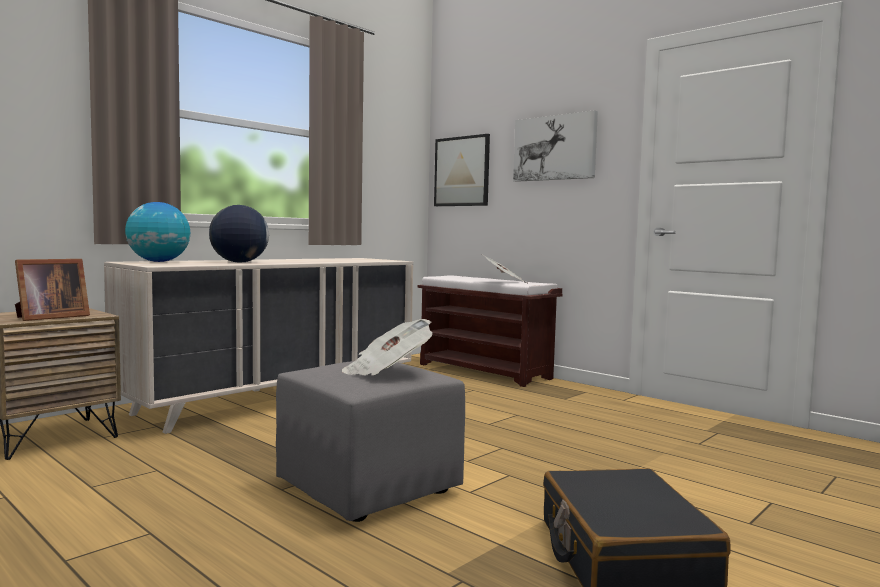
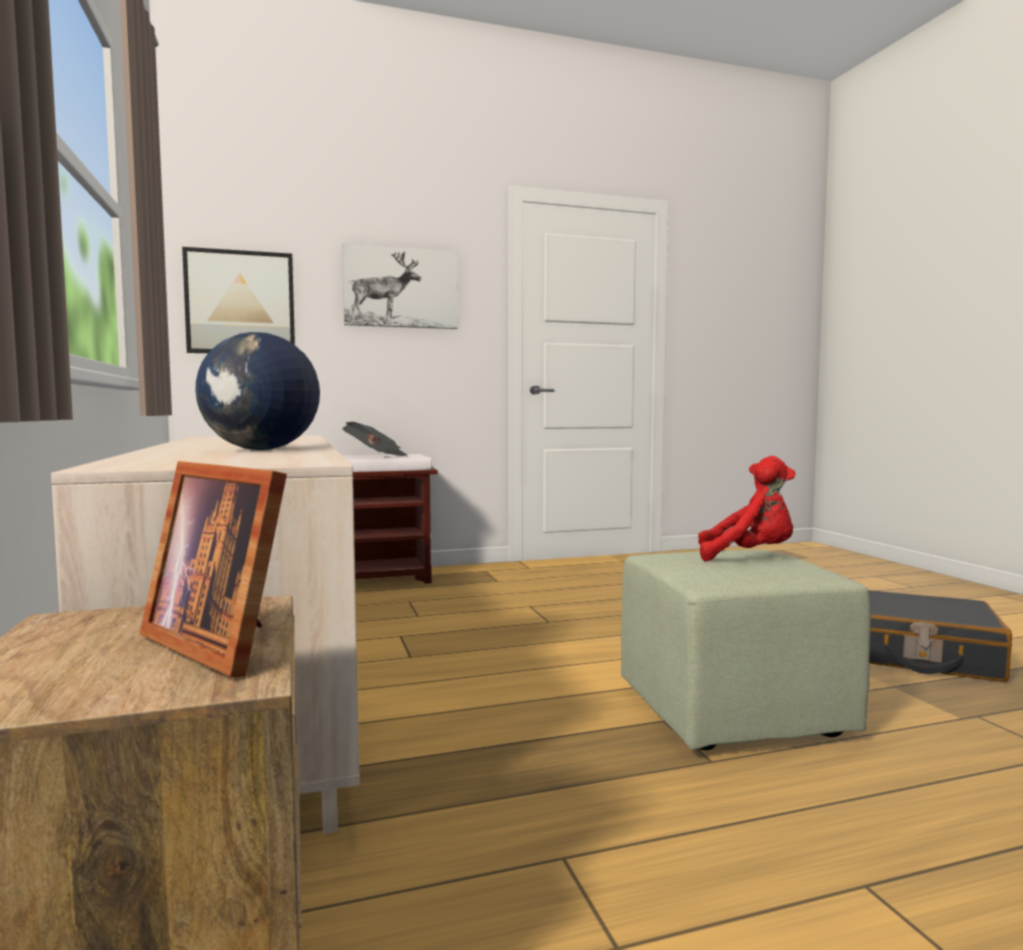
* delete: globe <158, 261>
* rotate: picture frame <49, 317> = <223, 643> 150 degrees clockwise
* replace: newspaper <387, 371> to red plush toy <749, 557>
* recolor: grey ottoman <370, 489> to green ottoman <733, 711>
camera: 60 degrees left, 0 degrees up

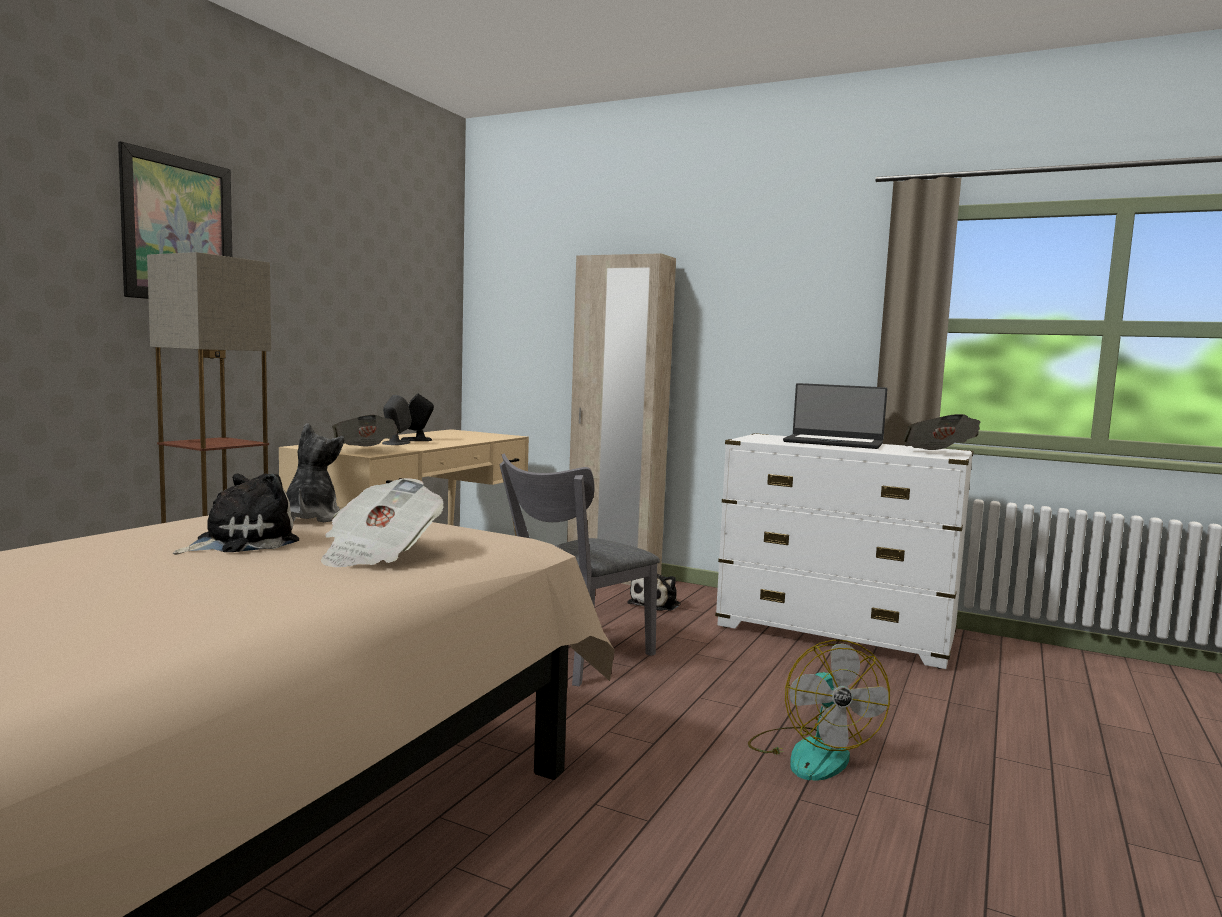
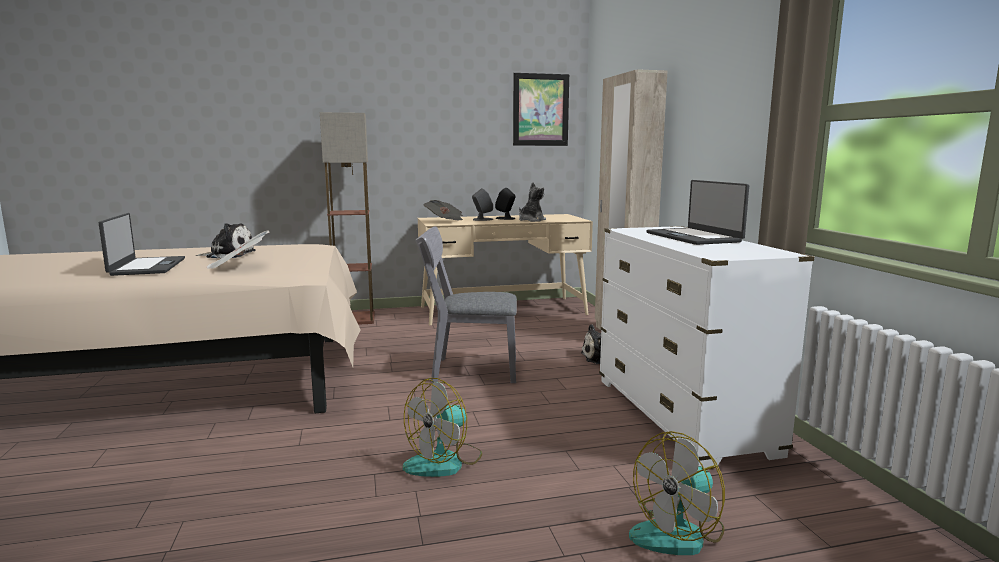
* move: picture <178, 229> to <540, 110>
* delete: newspaper <938, 453>
* move: plush toy <311, 518> to <531, 220>
* insert: laptop <146, 267>
* insert: fan <678, 533>
camera: 50 degrees right, 5 degrees up

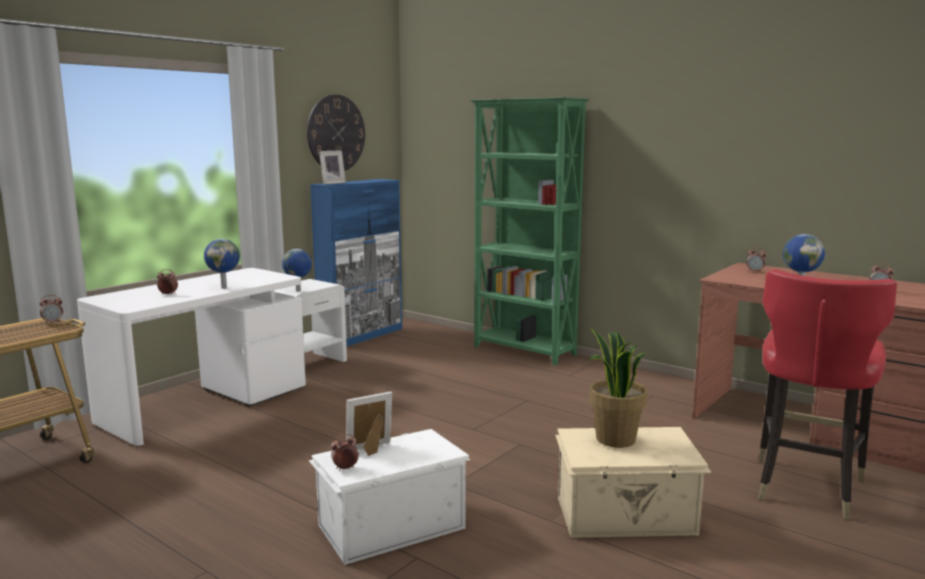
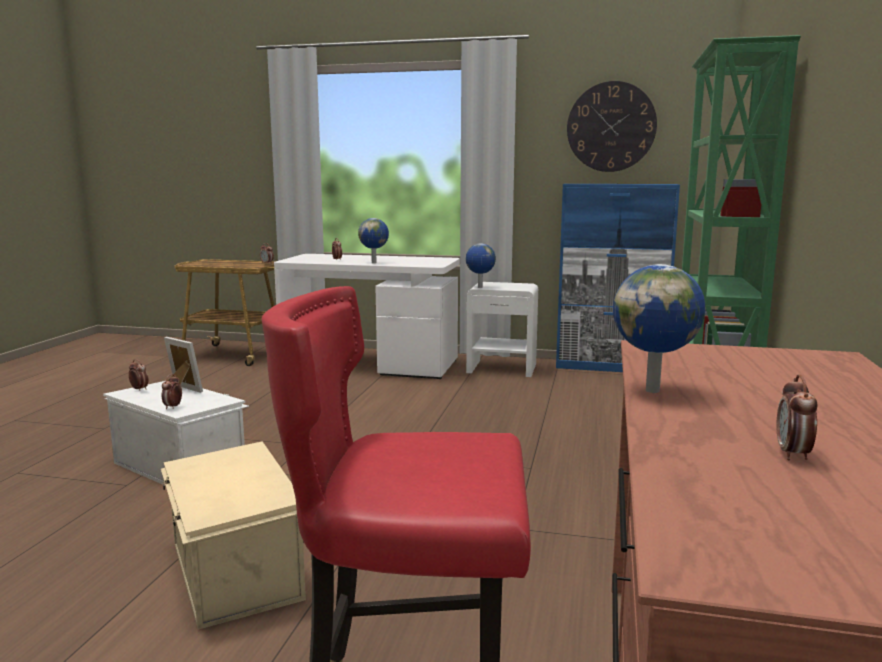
* delete: picture frame <331, 183>
* move: alarm clock <755, 271> to <173, 407>
* delete: potted plant <614, 439>
camera: 65 degrees right, 0 degrees up

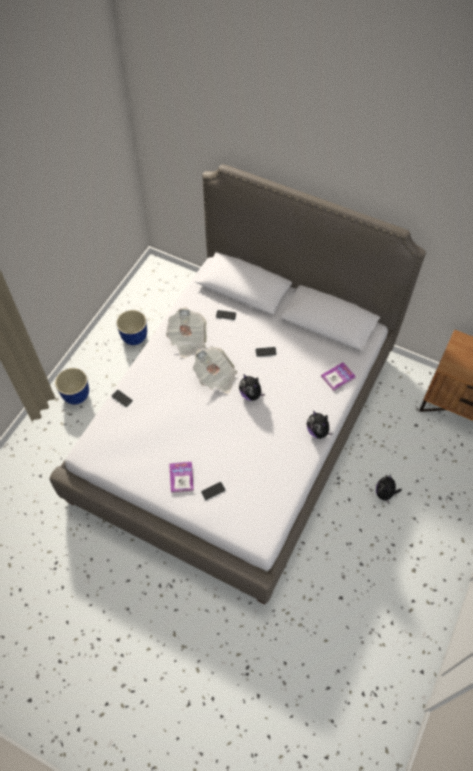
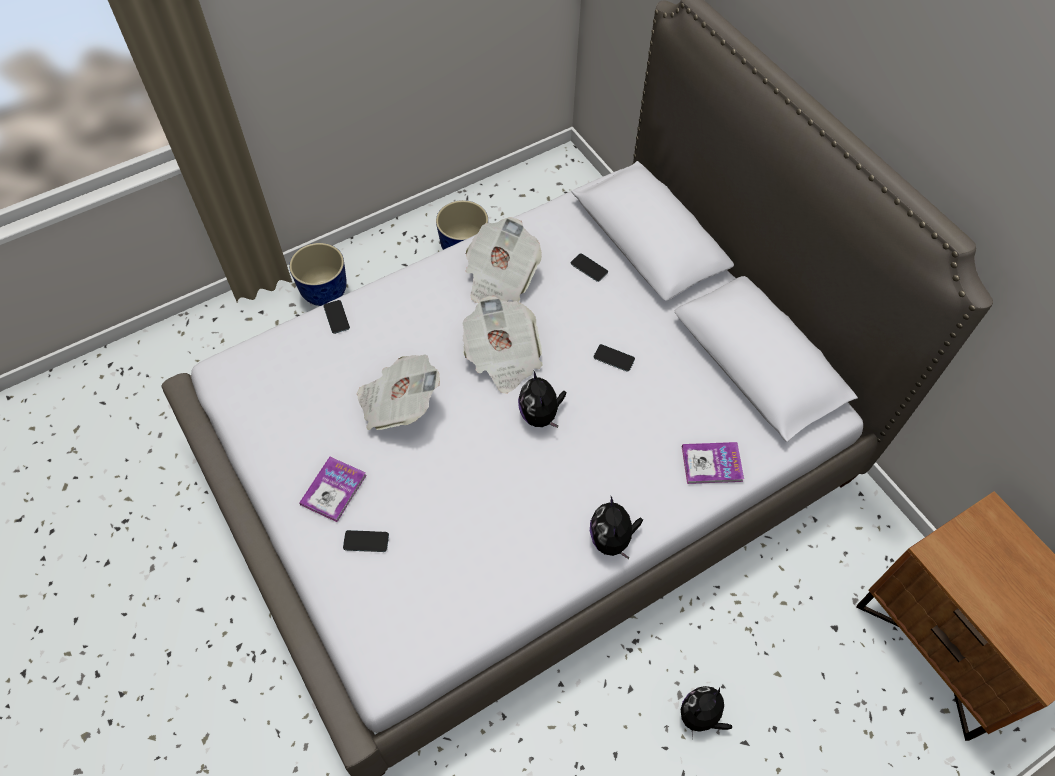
* insert: newspaper <398, 404>
camera: 30 degrees right, 0 degrees up

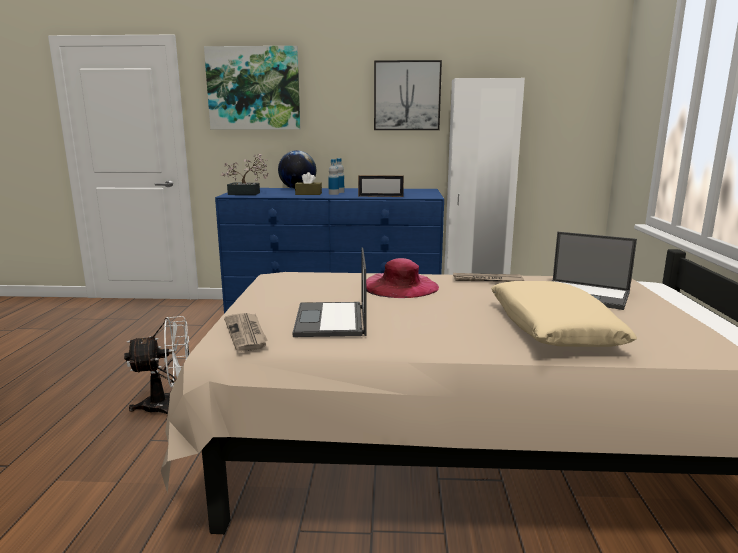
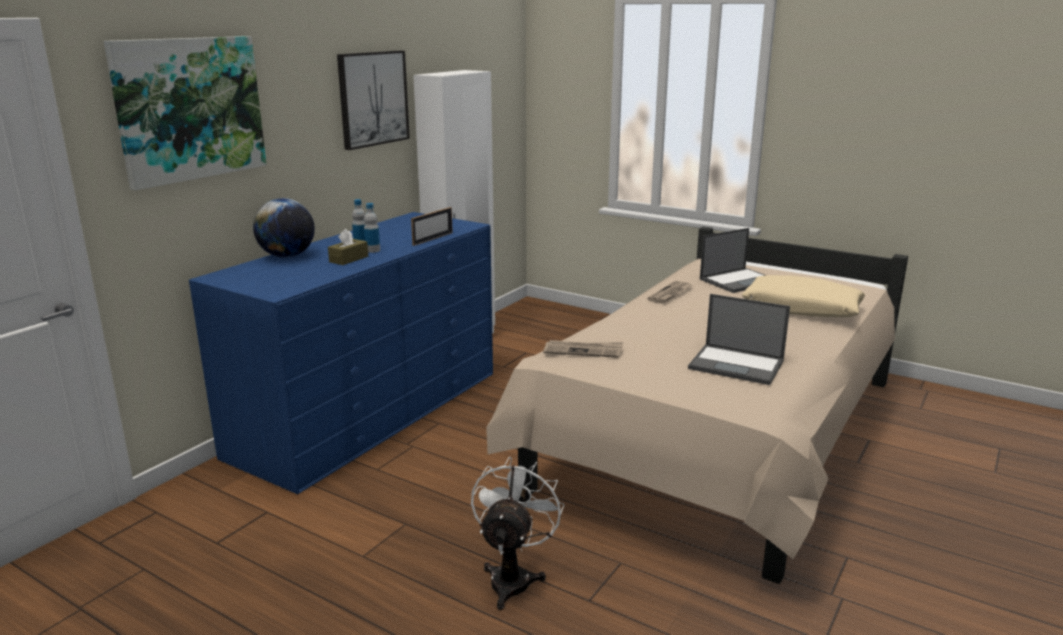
* delete: potted plant <247, 194>
* delete: pink hat <400, 286>
* move: newspaper <246, 333> to <583, 351>
camera: 60 degrees left, 5 degrees up

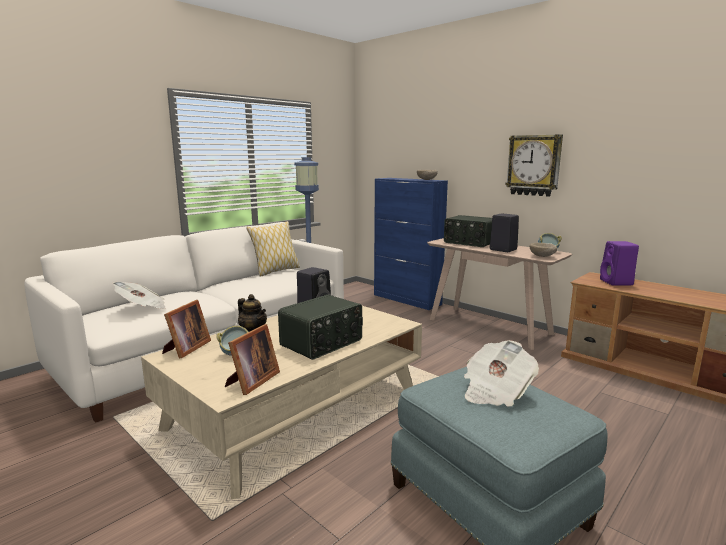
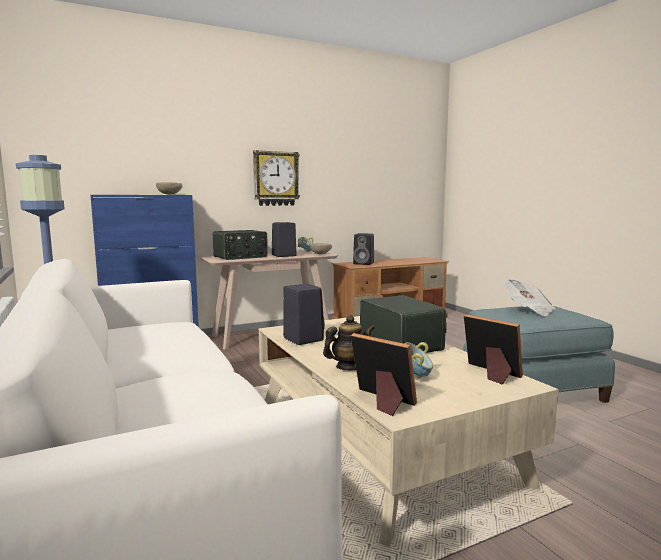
* delete: pillow <275, 271>
* recolor: purple speaker <617, 282> to black speaker <364, 263>
* delete: newspaper <142, 307>
camera: 70 degrees left, 5 degrees down

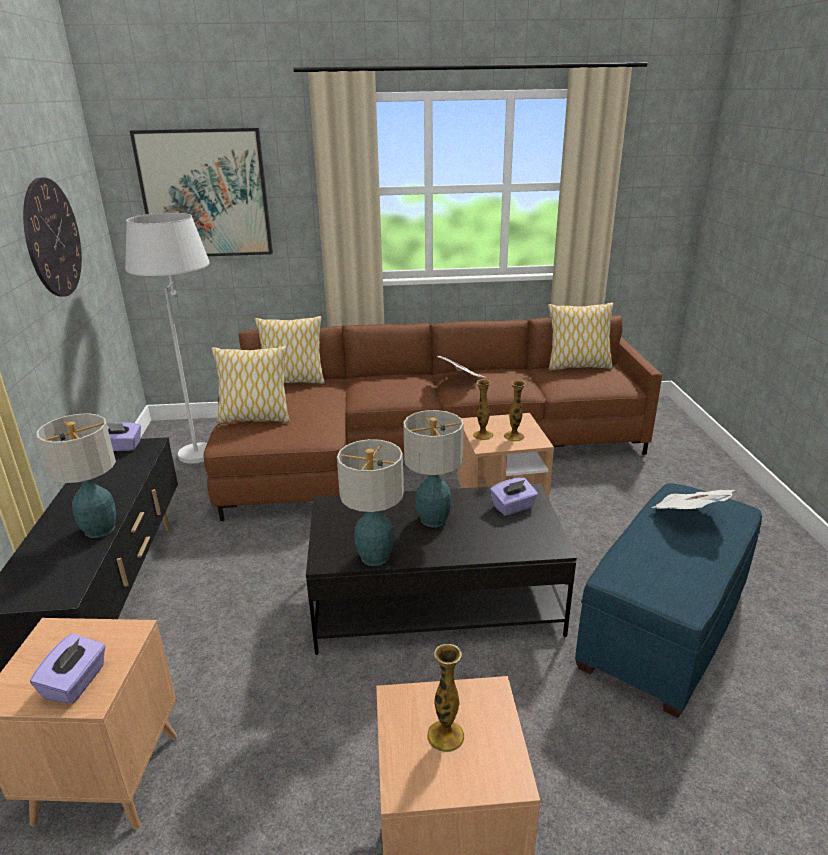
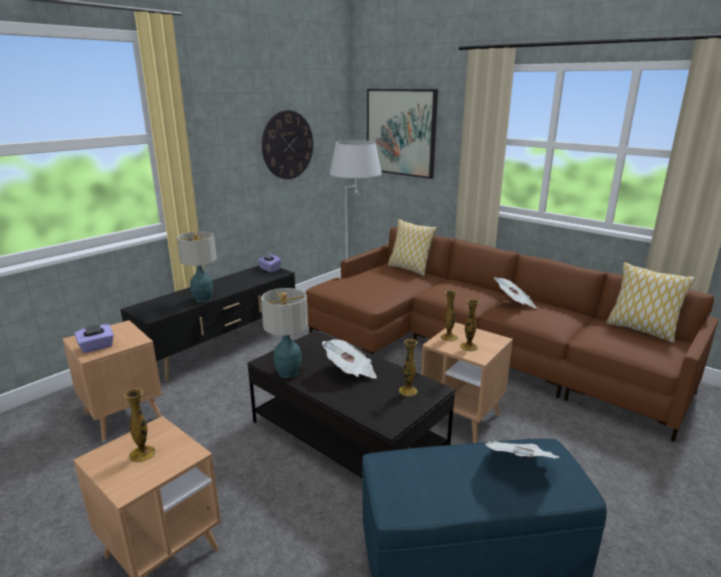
* delete: pillow <255, 418>
* replace: table lamp <433, 519> to newspaper <350, 372>
* replace: purple tissue box <513, 507> to vase <408, 391>
camera: 45 degrees right, 5 degrees down

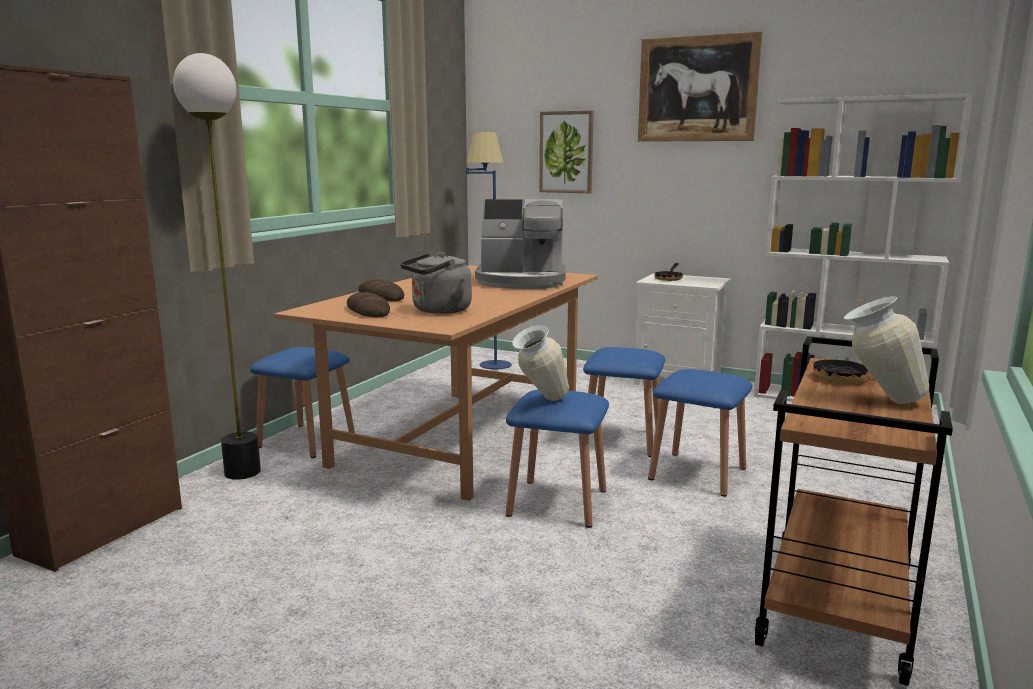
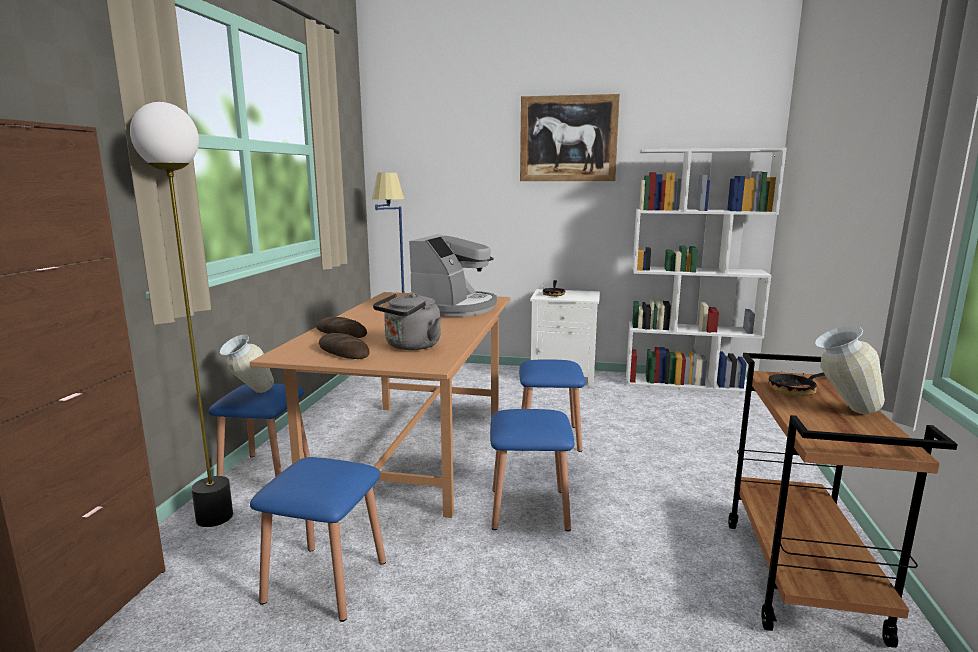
* delete: picture <566, 152>
* rotate: coffee machine <522, 281> = <454, 308> 60 degrees counterclockwise
* move: vase <539, 402> to <249, 395>
* move: blue stool <697, 473> to <325, 581>
camera: 15 degrees left, 0 degrees up

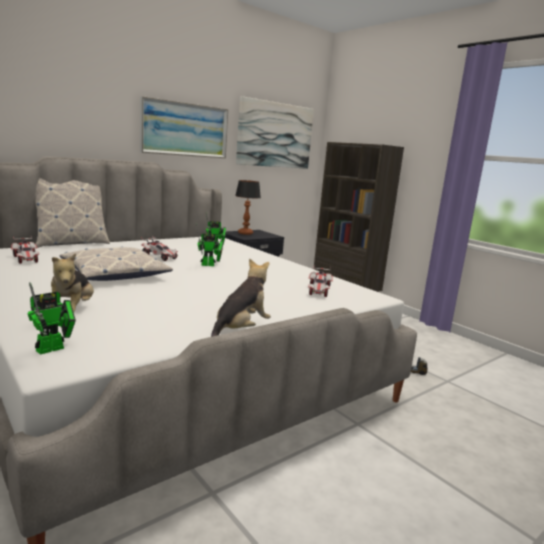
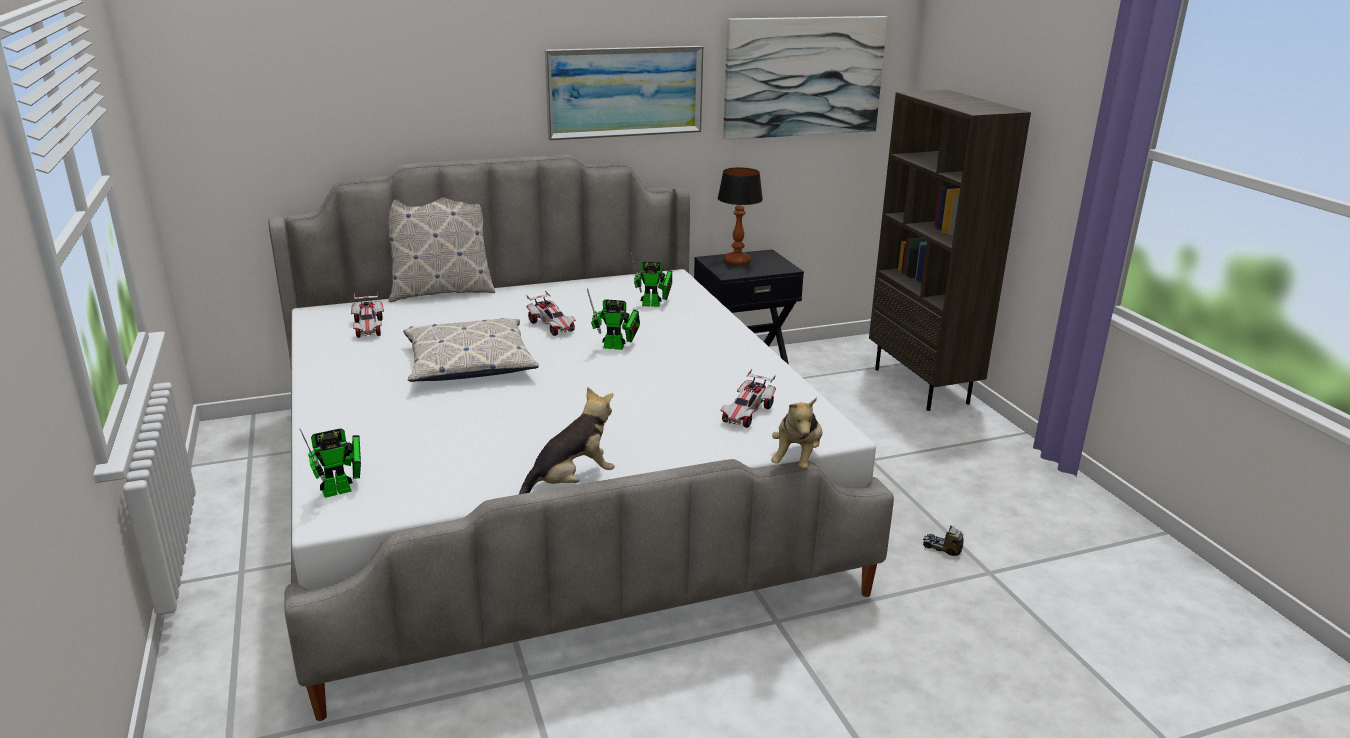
* move: plush toy <72, 311> to <797, 459>
camera: 20 degrees right, 10 degrees up

